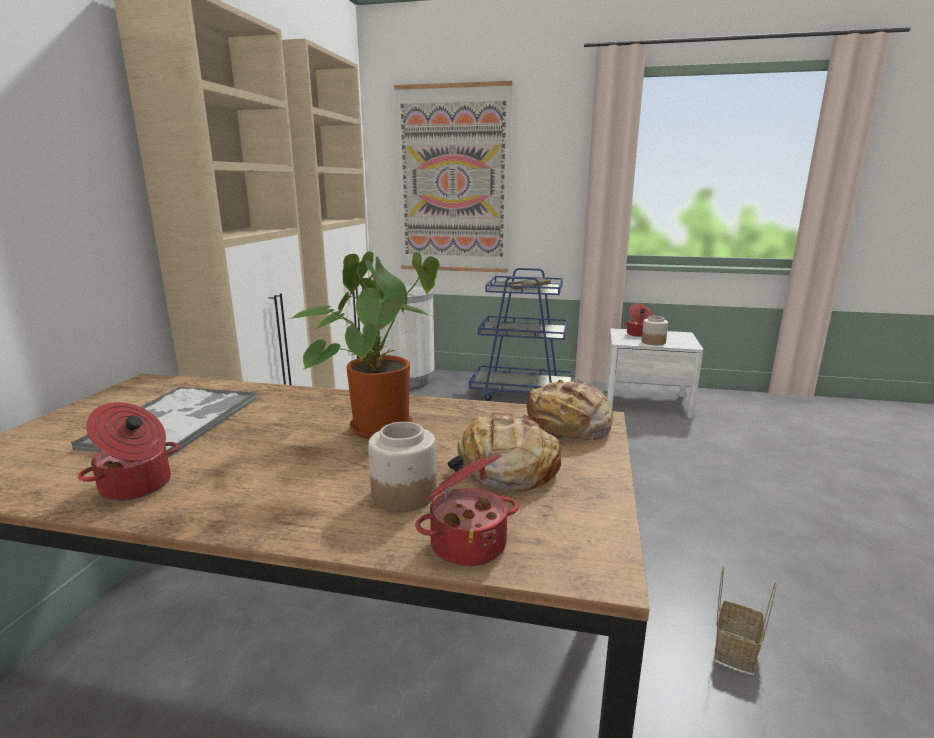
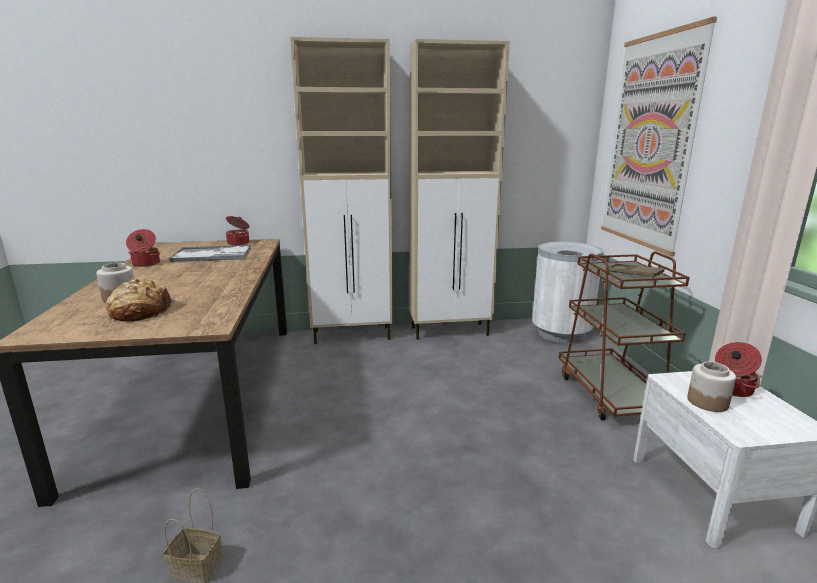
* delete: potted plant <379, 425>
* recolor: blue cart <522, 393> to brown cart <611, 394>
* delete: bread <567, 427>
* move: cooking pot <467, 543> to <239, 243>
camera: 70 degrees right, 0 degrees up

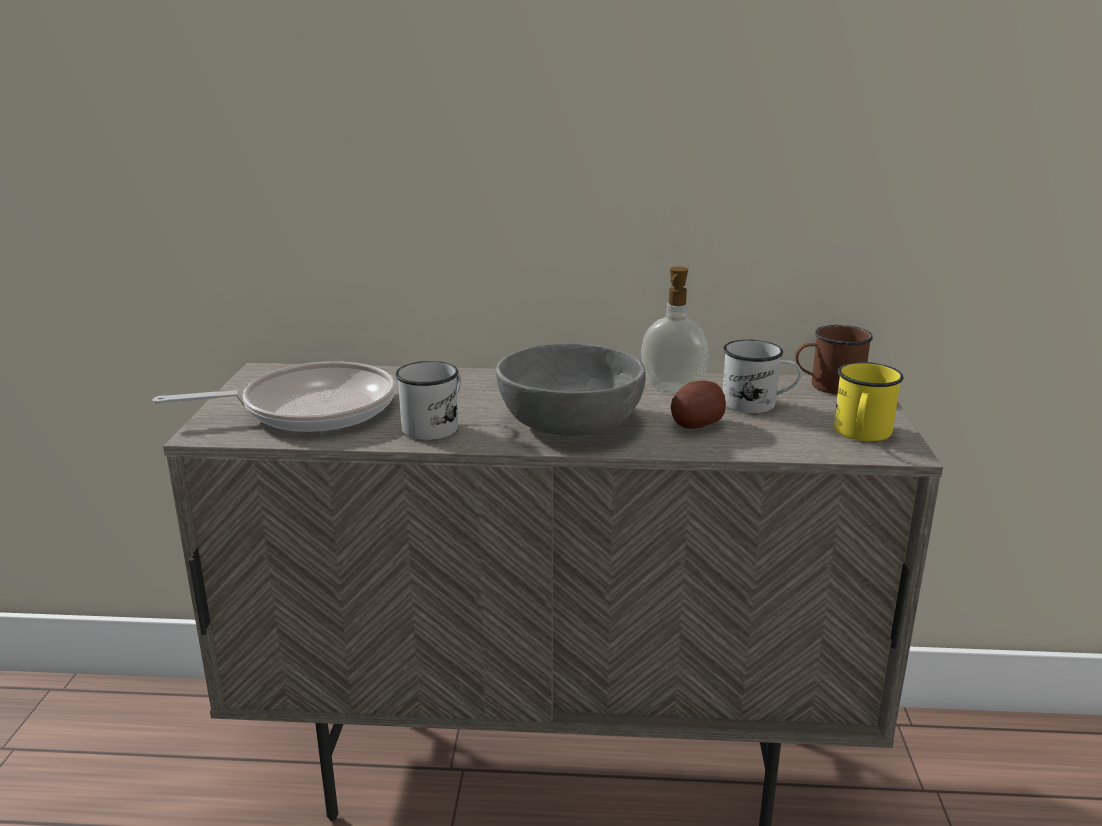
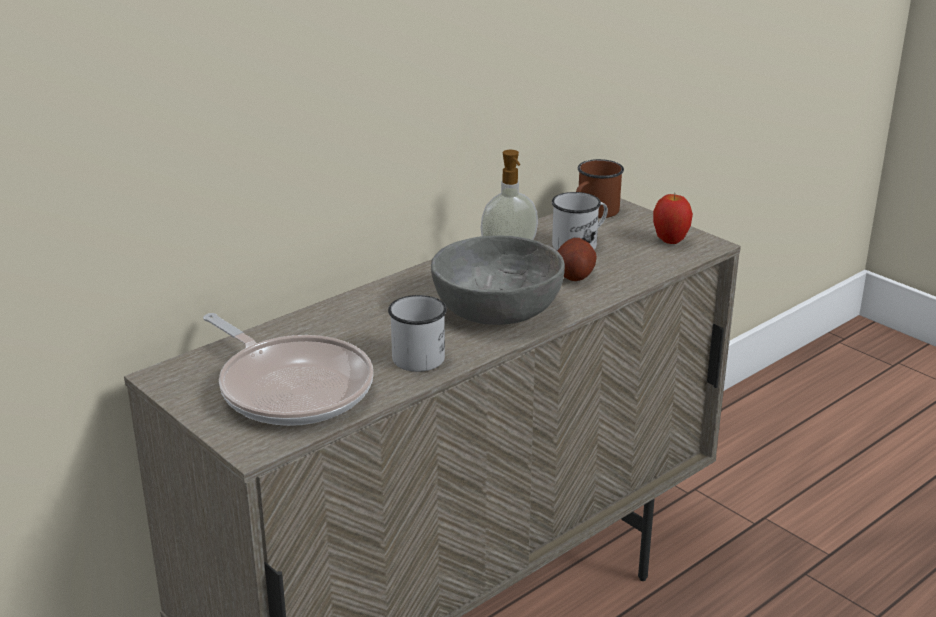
* rotate: frying pan <310, 409> = <291, 387> 105 degrees clockwise
* replace: yellow mug <861, 434> to apple <670, 241>
camera: 45 degrees left, 5 degrees up

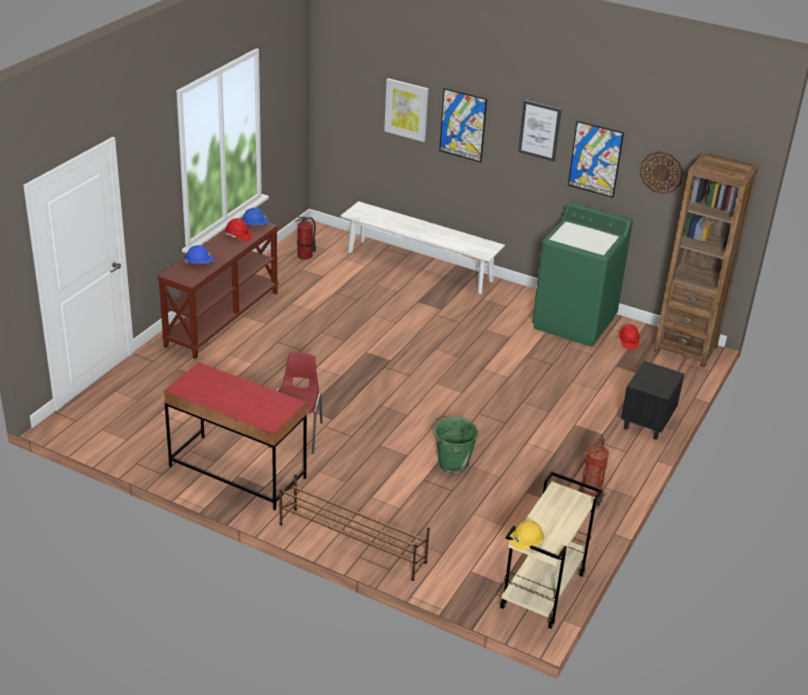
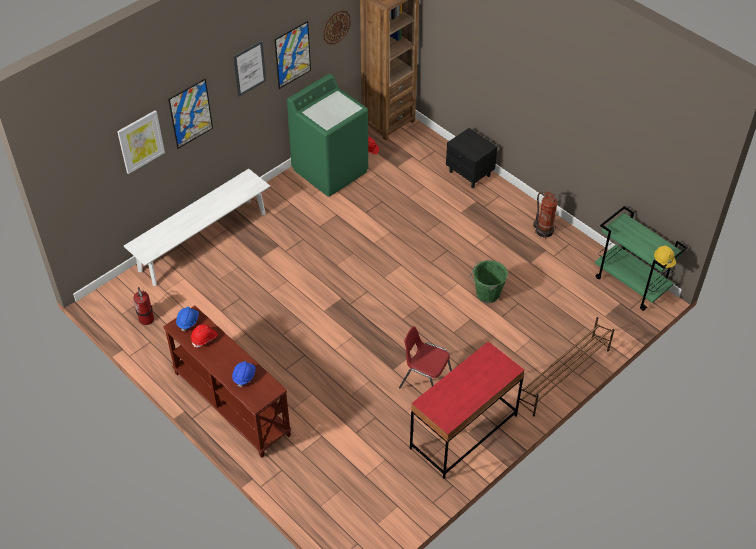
* recolor: beige cart <543, 592> to green cart <631, 284>
camera: 70 degrees left, 15 degrees up

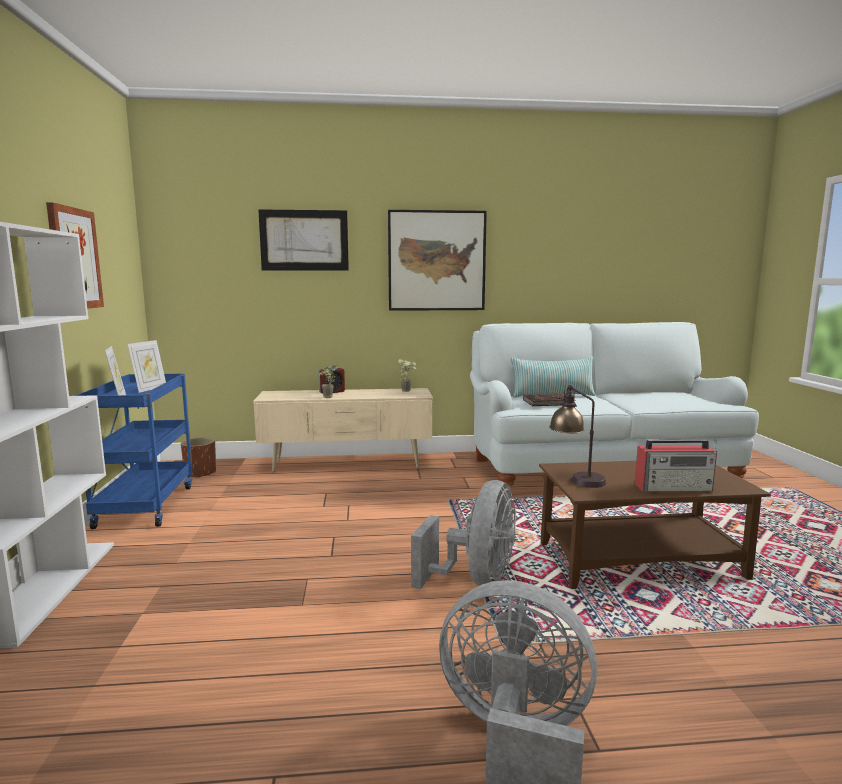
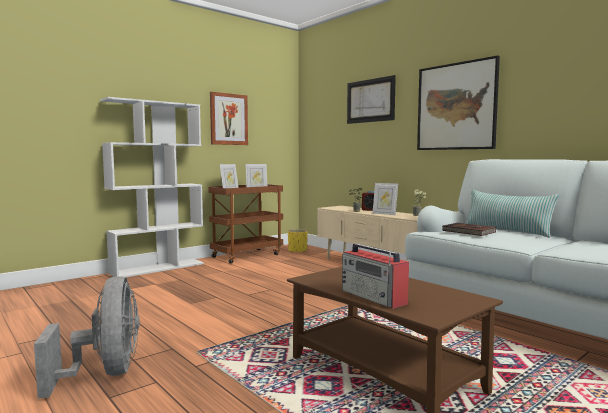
* recolor: blue cart <145, 505> to brown cart <247, 255>
* delete: table lamp <576, 478>
* recolor: brown planter <200, 473> to yellow planter <297, 251>
* delete: grey fan <476, 580>
* insert: picture frame <384, 214>
camera: 55 degrees right, 5 degrees down

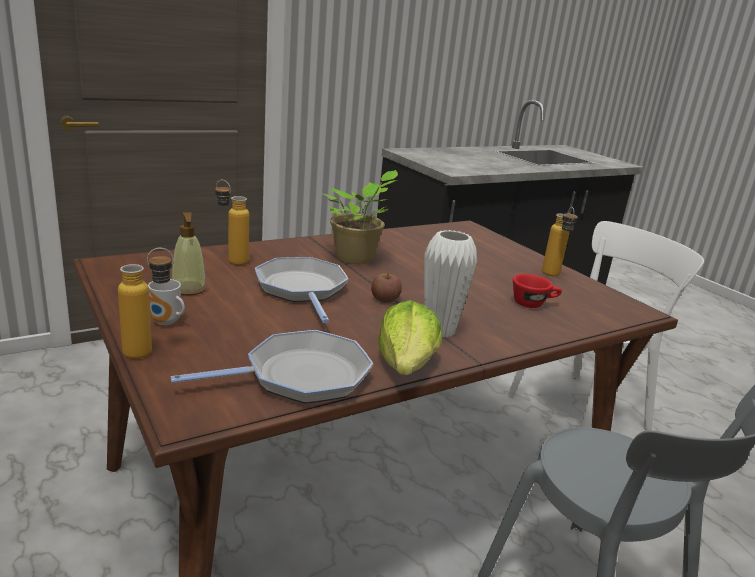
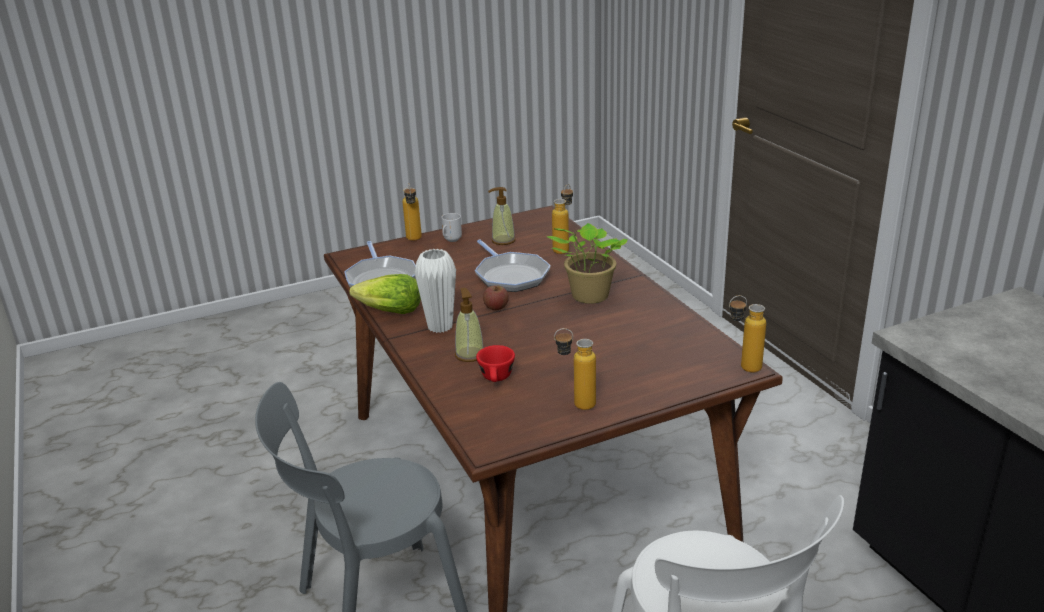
* rotate: frying pan <302, 289> = <510, 276> 75 degrees clockwise
* insert: soap dispenser <469, 354>
* insert: bottle <742, 368>
camera: 100 degrees right, 5 degrees up

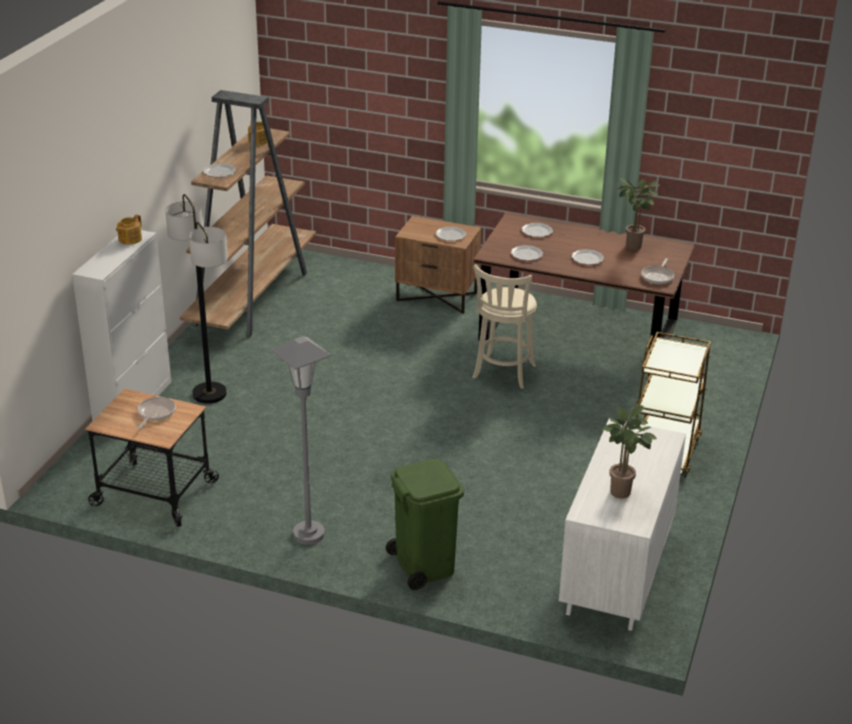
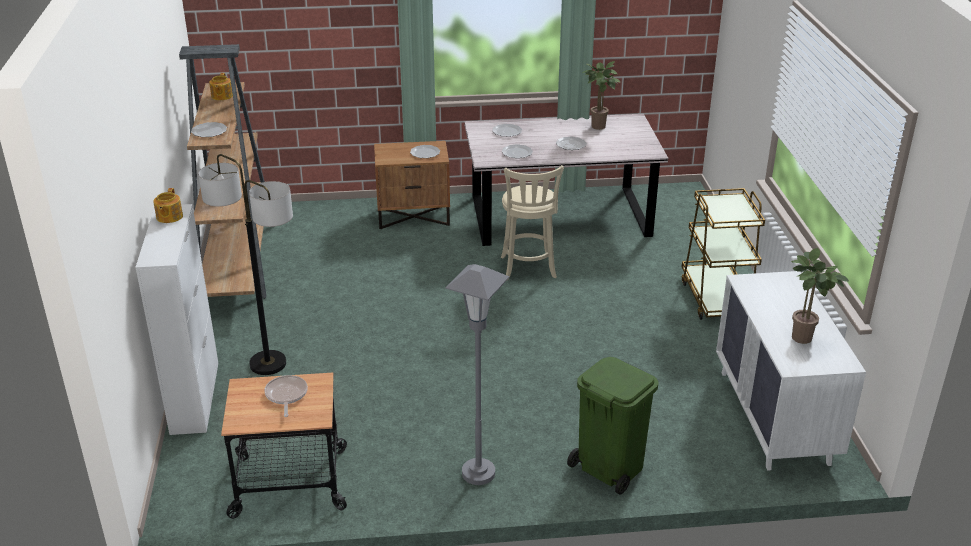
* recolor: brown dining table <579, 330> to grey dining table <559, 215>
* delete: frying pan <658, 277>
camera: 25 degrees left, 0 degrees up

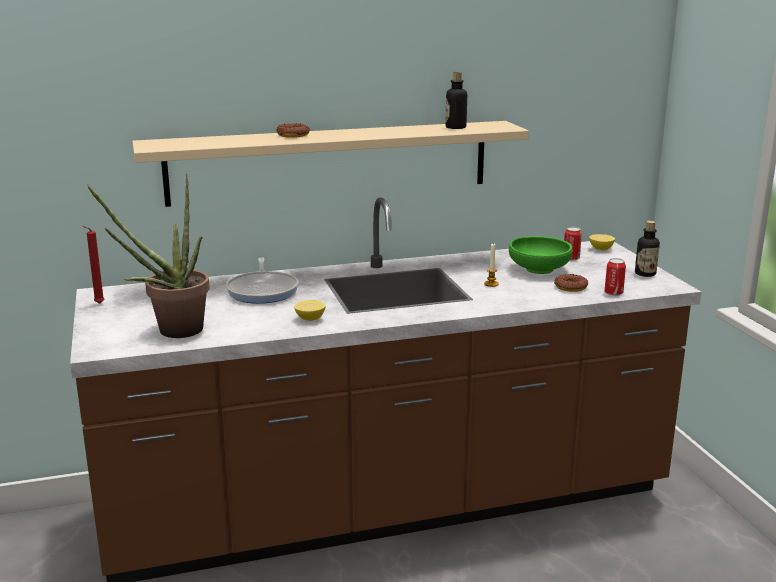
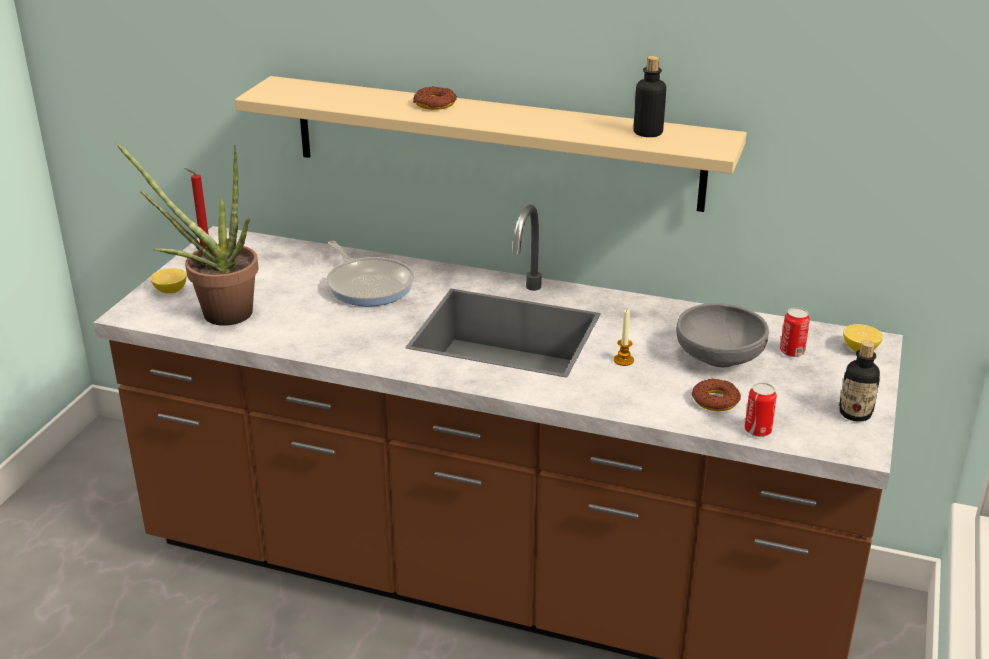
* recolor: green bowl <539, 269> to grey bowl <719, 357>
* rotate: frying pan <263, 290> = <368, 285> 60 degrees counterclockwise
* move: lemon <310, 319> to <170, 291>
camera: 35 degrees right, 10 degrees up

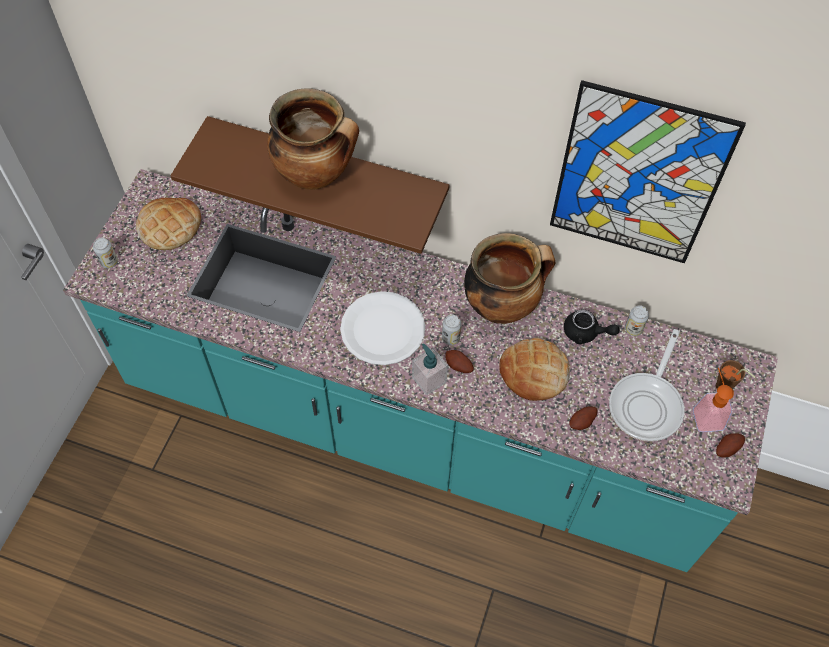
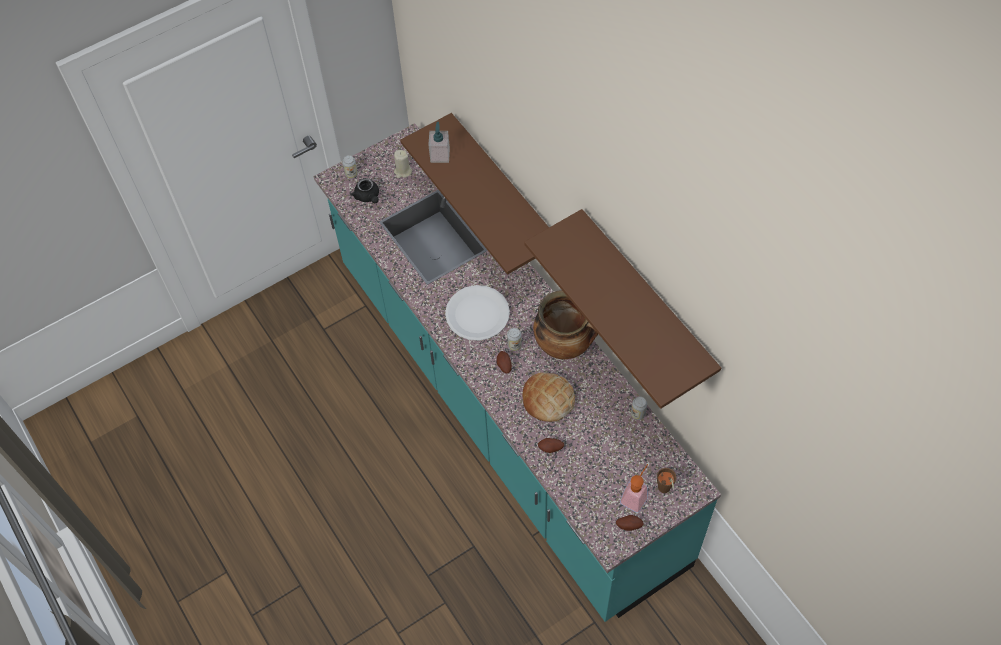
* replace: picture <637, 177> to brown shelf <646, 300>
* delete: cooking pot <316, 174>
* replace: bread <169, 226> to beige candle <403, 171>
* move: black teapot <585, 333> to <368, 197>
* delete: frying pan <647, 404>
* move: soap dispenser <429, 380> to <440, 155>
camera: 40 degrees right, 0 degrees up

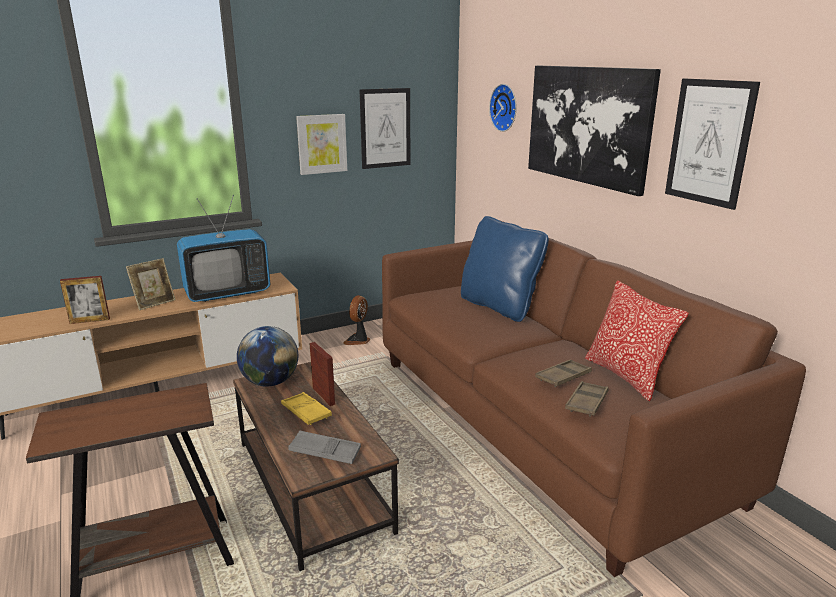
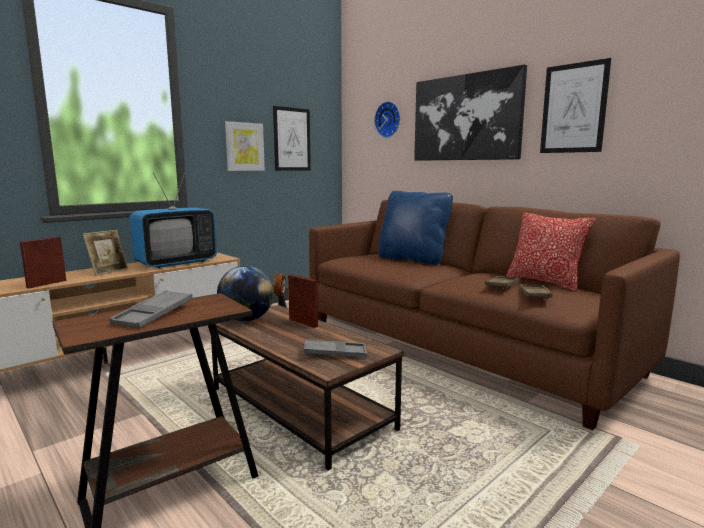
* rotate: picture frame <90, 321> = <47, 284> 150 degrees clockwise
* delete: yellow tray <306, 412>
* insert: grey tray <154, 315>
camera: 15 degrees left, 10 degrees down

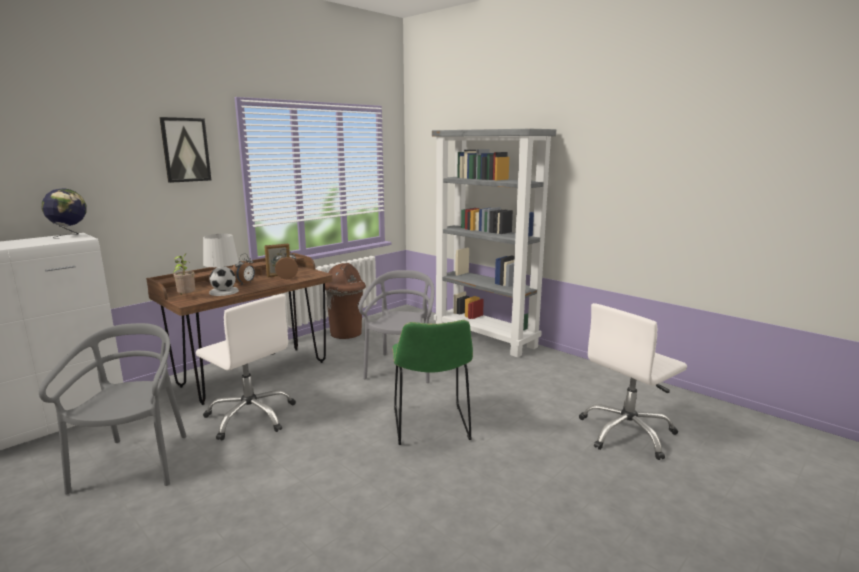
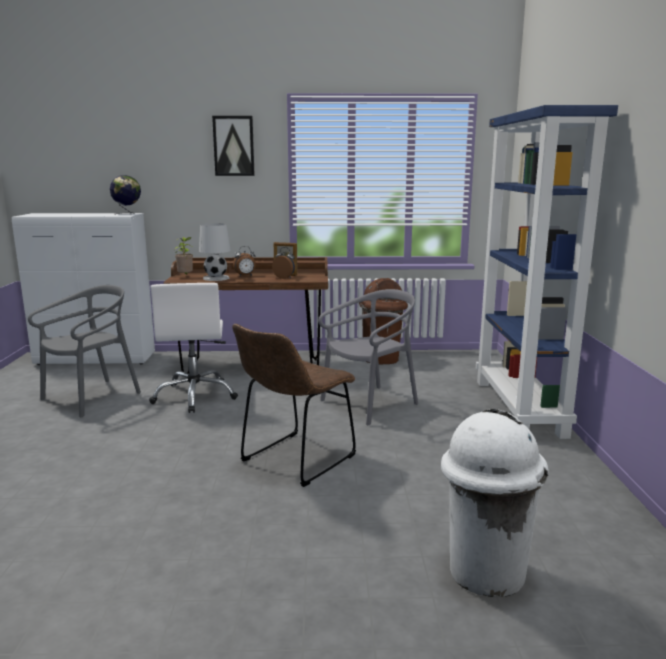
* recolor: grey bookcase <486, 338> to blue bookcase <520, 407>
* replace: white office chair <627, 433> to white trash can <485, 572>
* recolor: green chair <431, 427> to brown chair <294, 460>
camera: 45 degrees right, 0 degrees up

